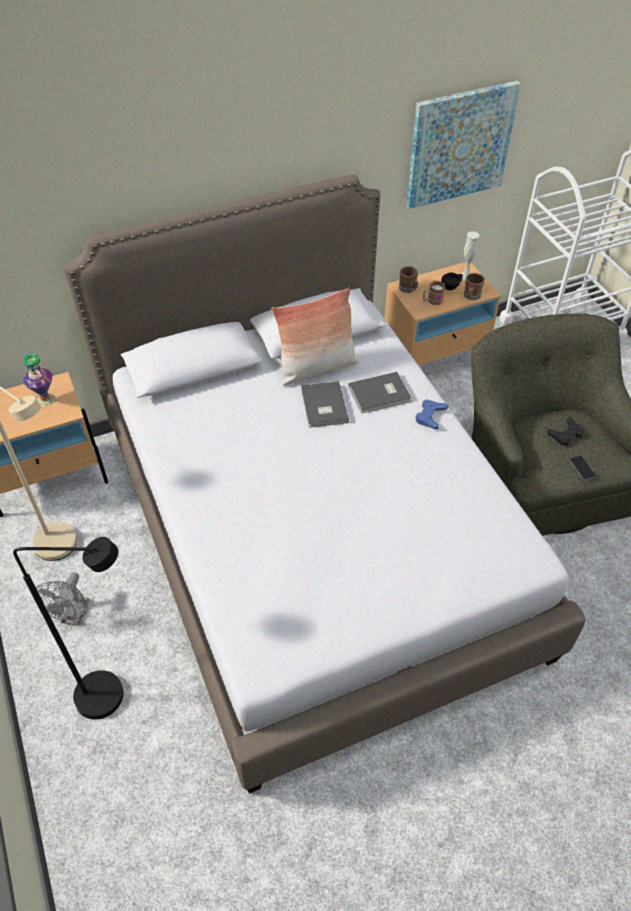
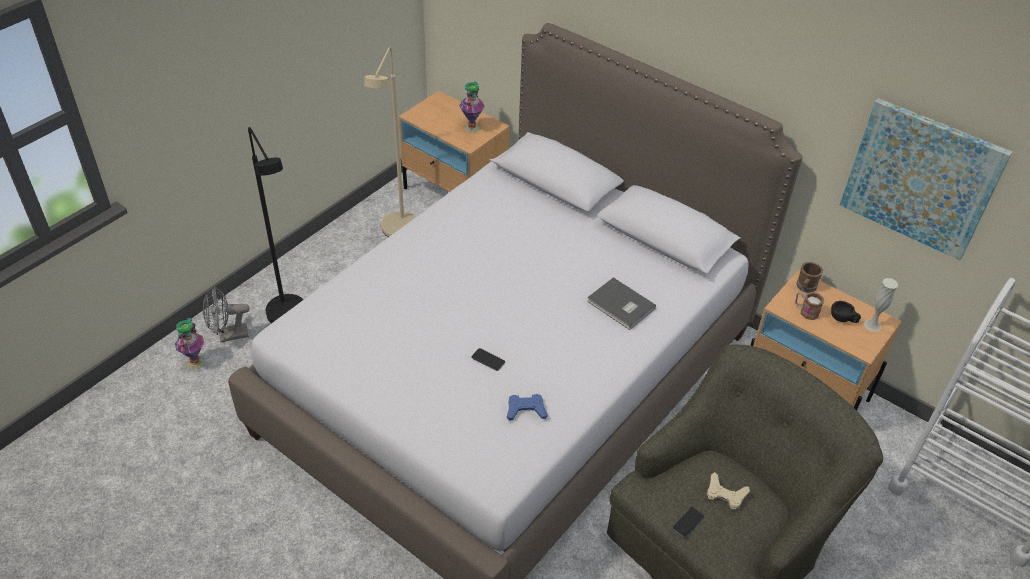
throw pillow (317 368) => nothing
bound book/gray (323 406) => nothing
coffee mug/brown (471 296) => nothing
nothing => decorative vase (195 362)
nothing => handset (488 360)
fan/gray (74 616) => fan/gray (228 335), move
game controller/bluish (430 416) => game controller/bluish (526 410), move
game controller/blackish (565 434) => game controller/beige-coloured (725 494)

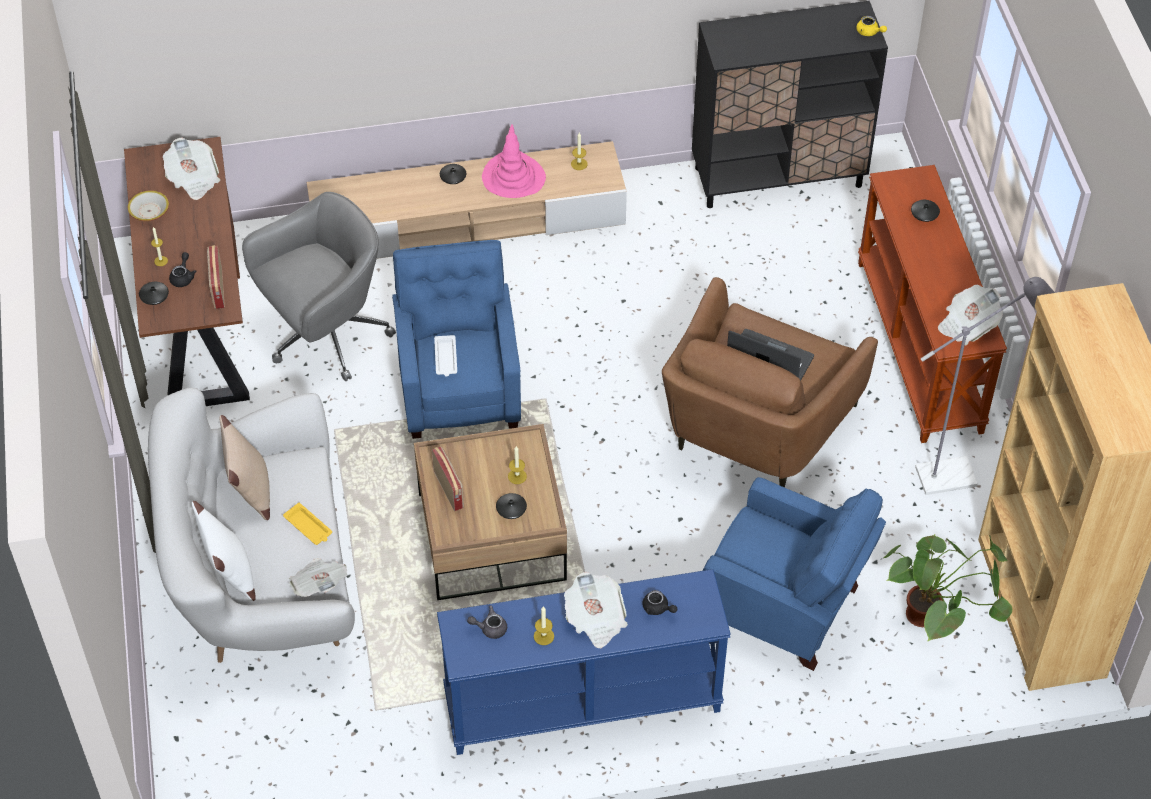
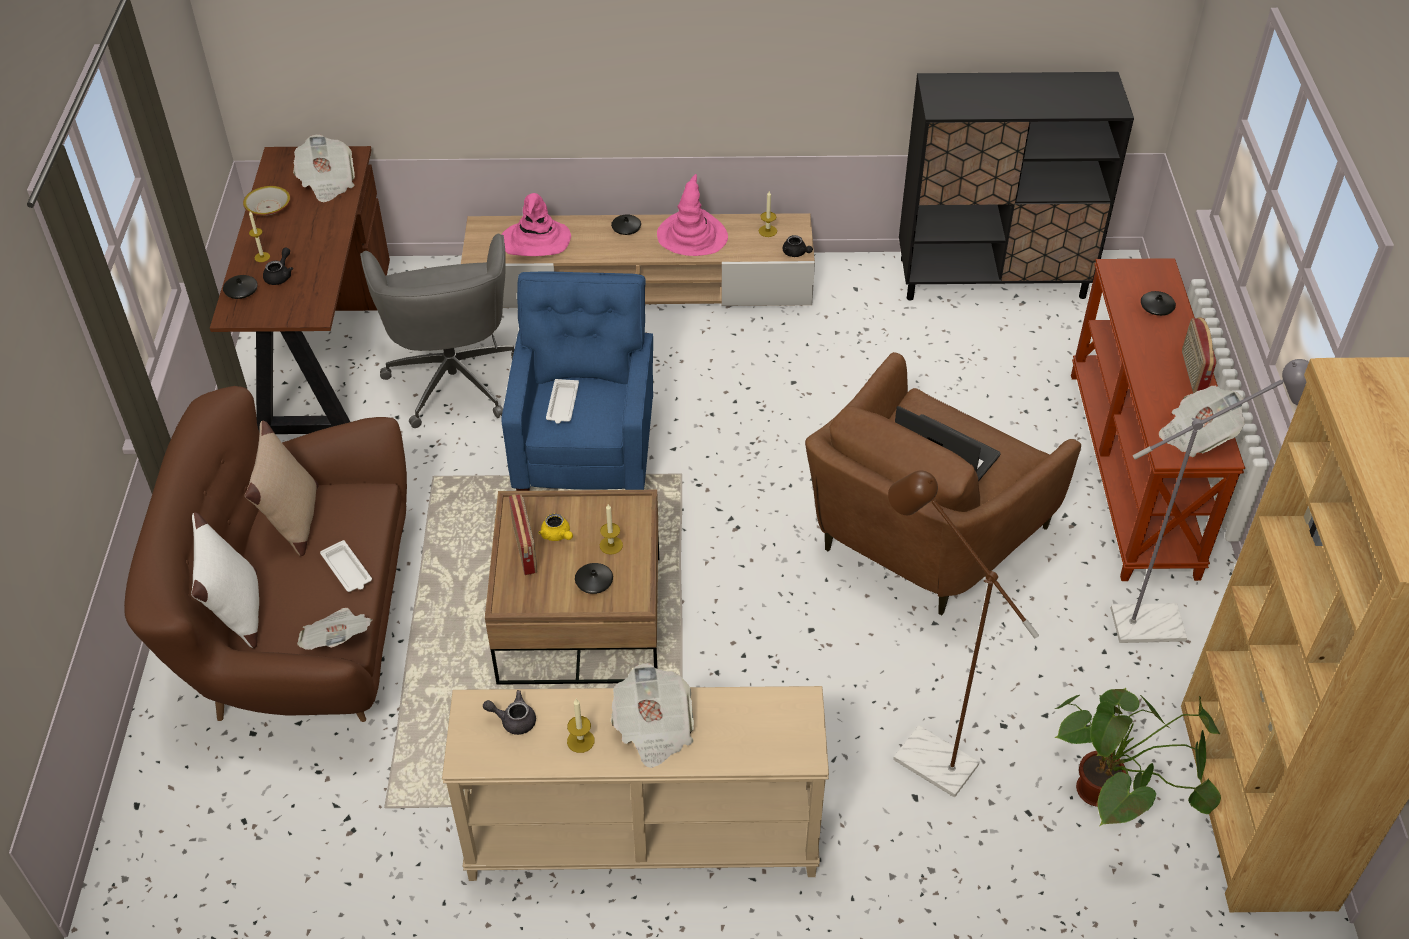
nothing => hat/pinkish (535 241)
radio set (217 289) => radio set (1192 372), move
teapot/blackish (658 608) => teapot/blackish (796 253), move
teapot/yellow (869 32) => teapot/yellow (557 535), move
lounge chair/bluish (785 607) => floor lamp/brown (922 754)
settee/white-coloured (262 577) => settee/brown (301 628)
tray/yellow (308 527) => tray/white-coloured (347 570)
console table/bluish (582 704) => console table/beige-coloured (642 839)
office chair/gray (325 335) => office chair/gray (453 378), 105 degrees clockwise

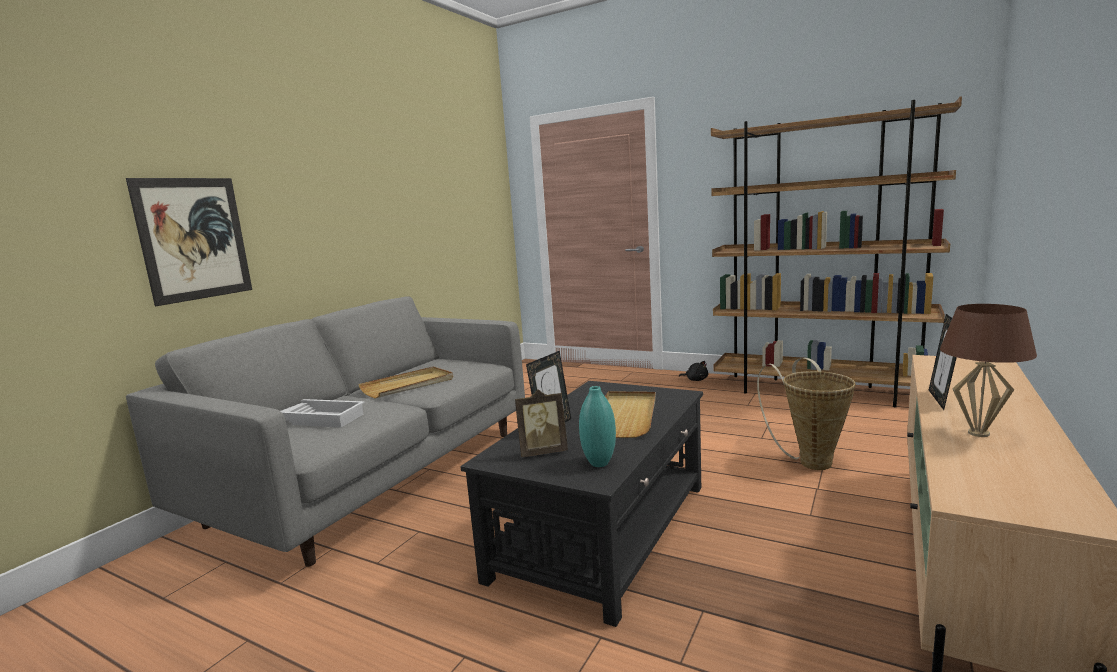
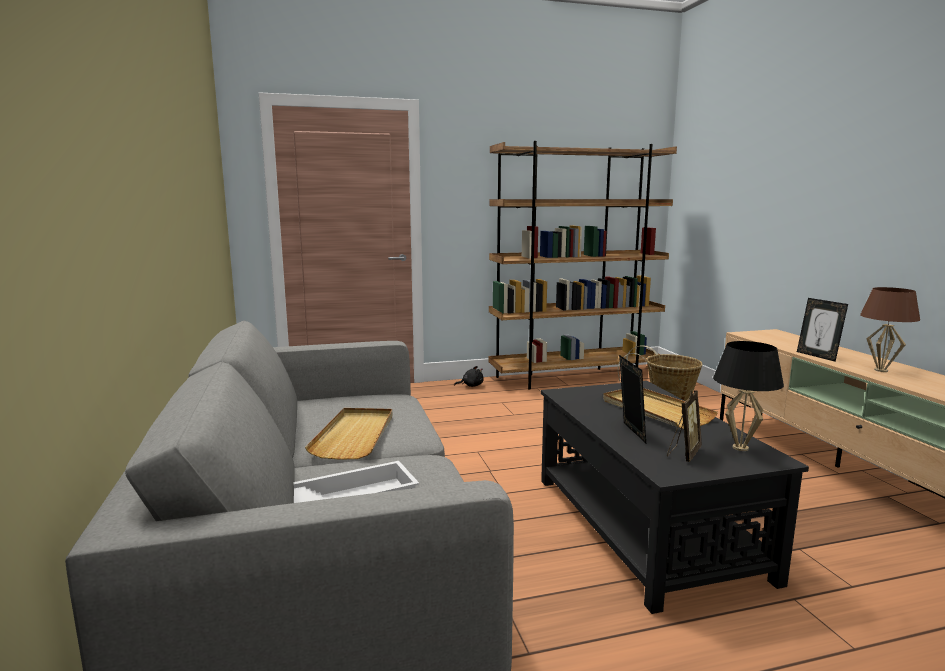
wall picture (194 239) => nothing
decorative vase/blue-green (599 463) => table lamp/blackish (740 448)

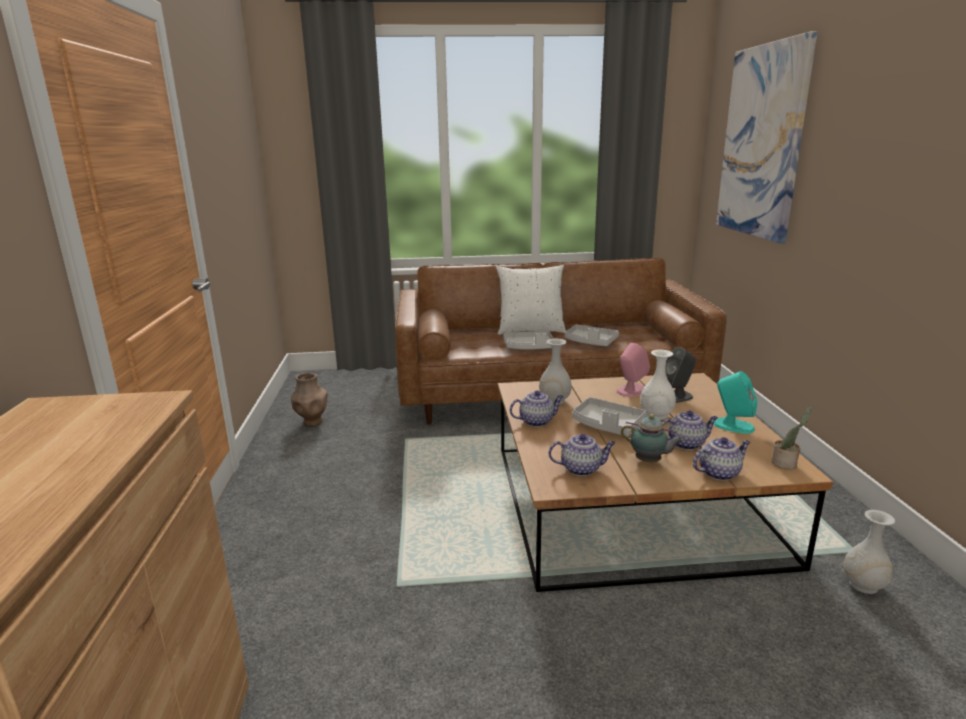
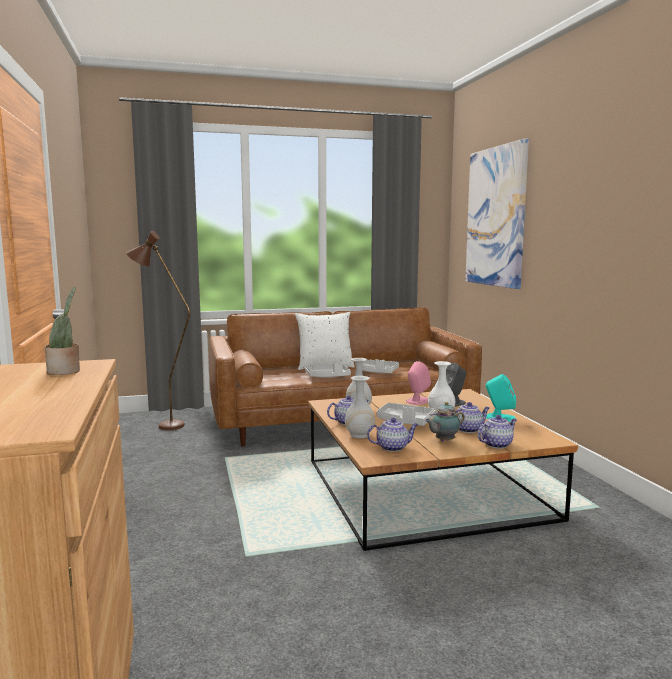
decorative vase/brown (312 422) => nothing
nothing => floor lamp/brown (163 425)
plant in a pot (786 464) => plant in a pot (65 371), move
decorative vase/white-coloured (863 585) => decorative vase/white-coloured (359 435), move
teapot (649 461) => teapot (443 441), 135 degrees clockwise

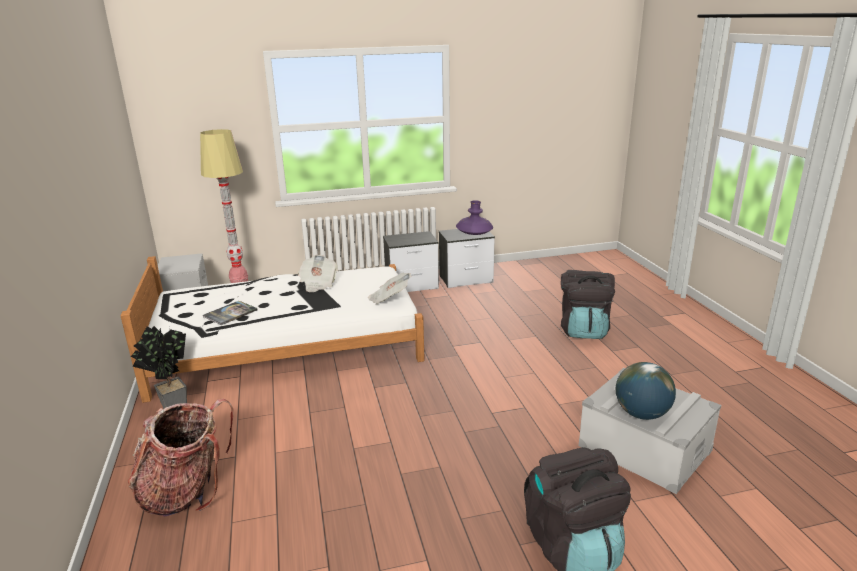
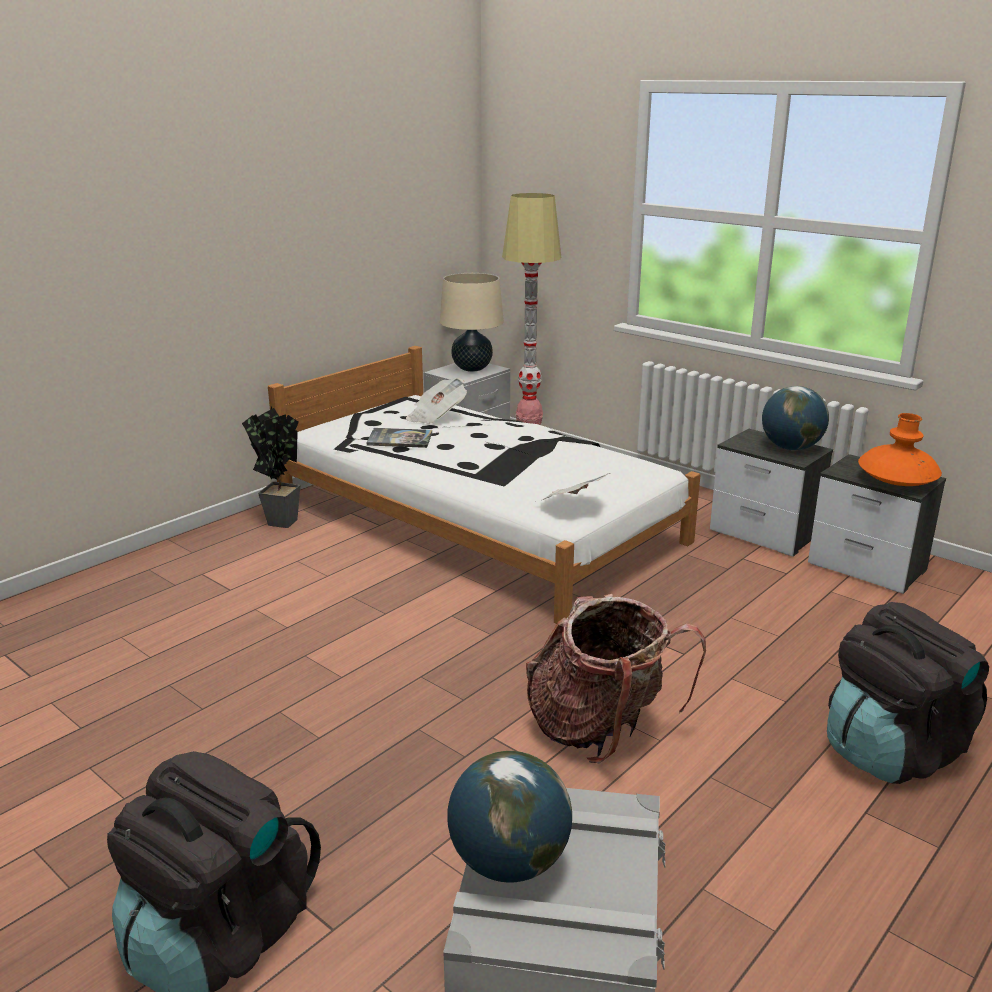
nothing => table lamp/beige-coloured (472 368)
nothing => desk globe (791 448)
rucksack (187 491) => rucksack (601 729), move
daily paper (318 284) => daily paper (436 417), move
decorative vase/purple-coloured (474 233) => decorative vase/orange-coloured (896 480)

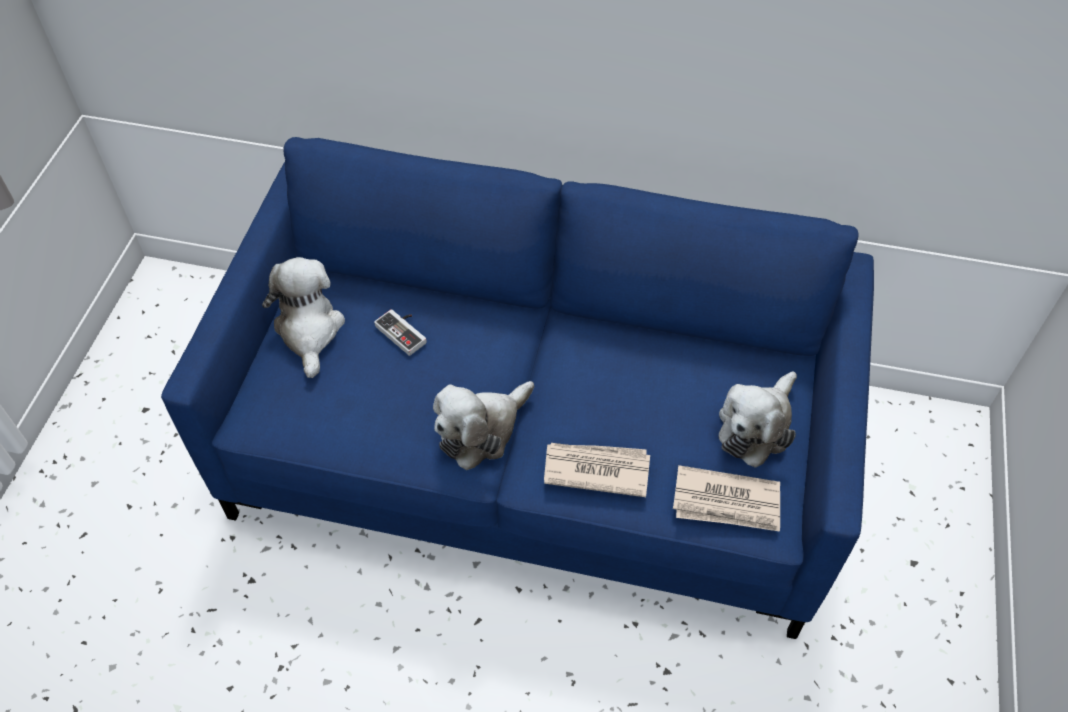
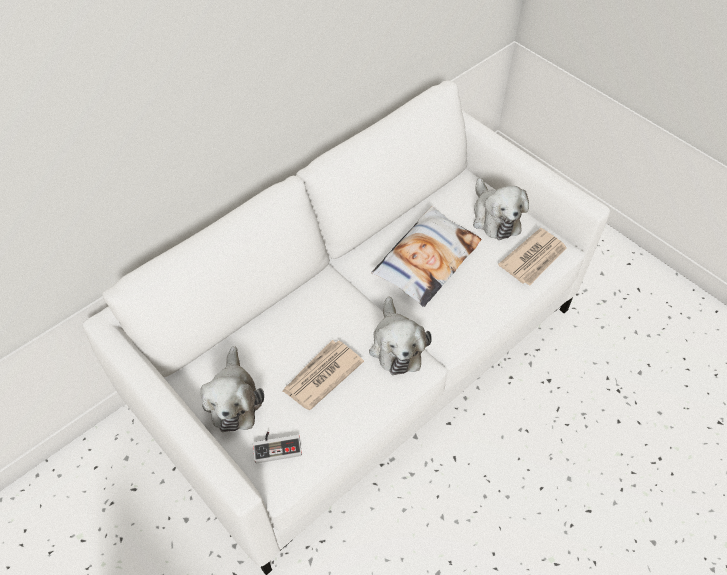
nothing => throw pillow (426 260)
game controller (405 331) => game controller (277 446), move
daily paper (595 469) => daily paper (321 376), move
settee/bluish (534 453) => settee/white-coloured (363 359)
plush toy (309 330) => plush toy (233 399), 120 degrees counterclockwise

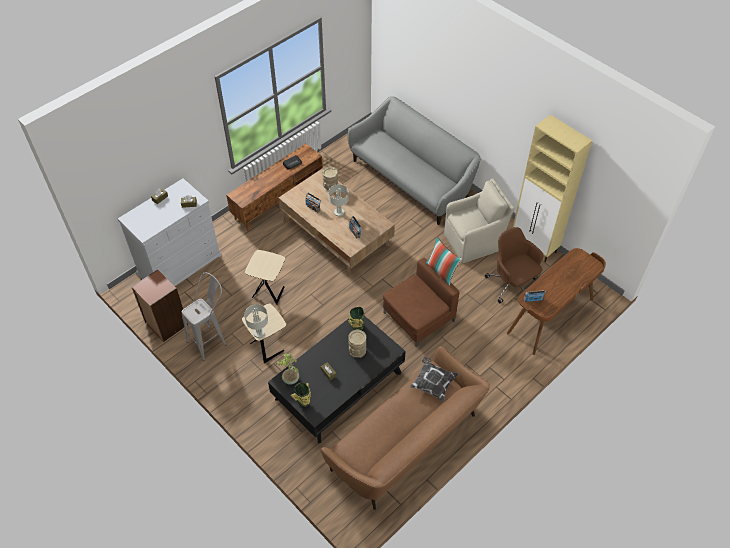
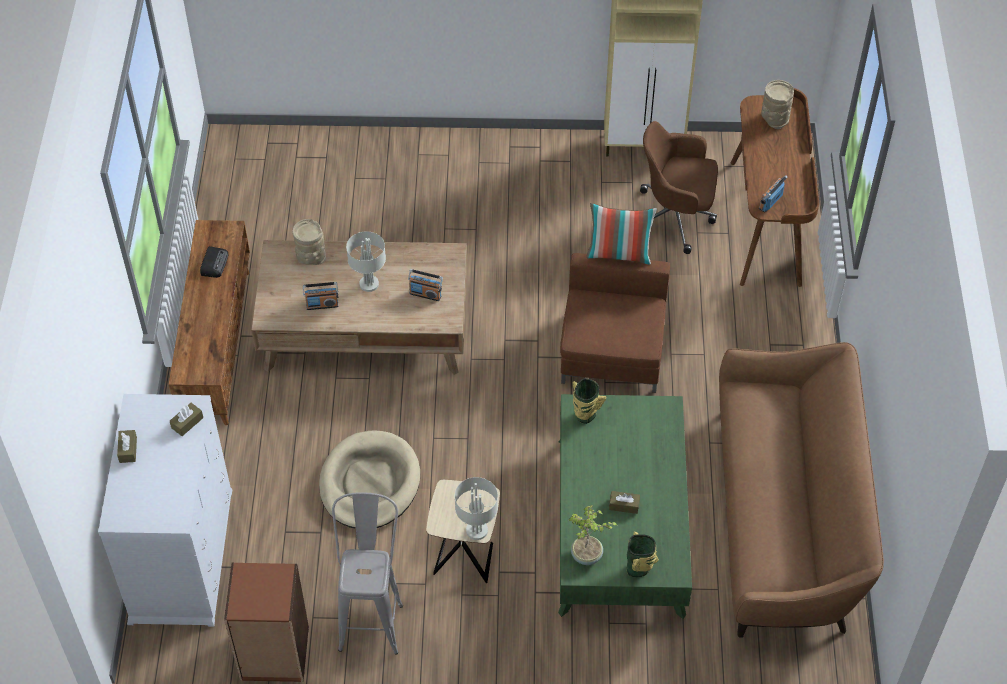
settee/gray (412 179) => nothing
throw pillow (433 383) => nothing
lounge chair/beige-coloured (474 242) => nothing
decorative vase/beige-coloured (357 350) => decorative vase/beige-coloured (774 118), move
accent table/beige-coloured (269 291) => dog cushion/beige-coloured (369 483)
low table/blackish (338 386) => low table/green-coloured (620 526)

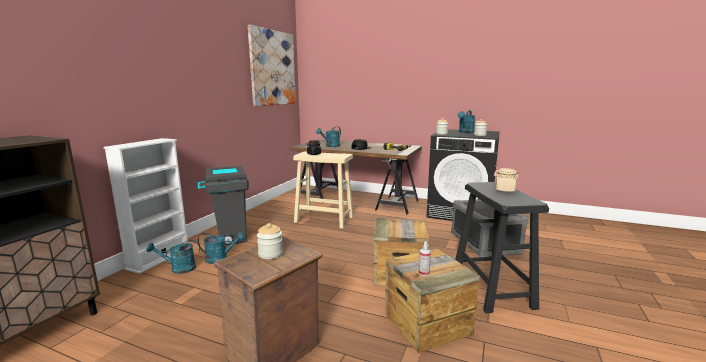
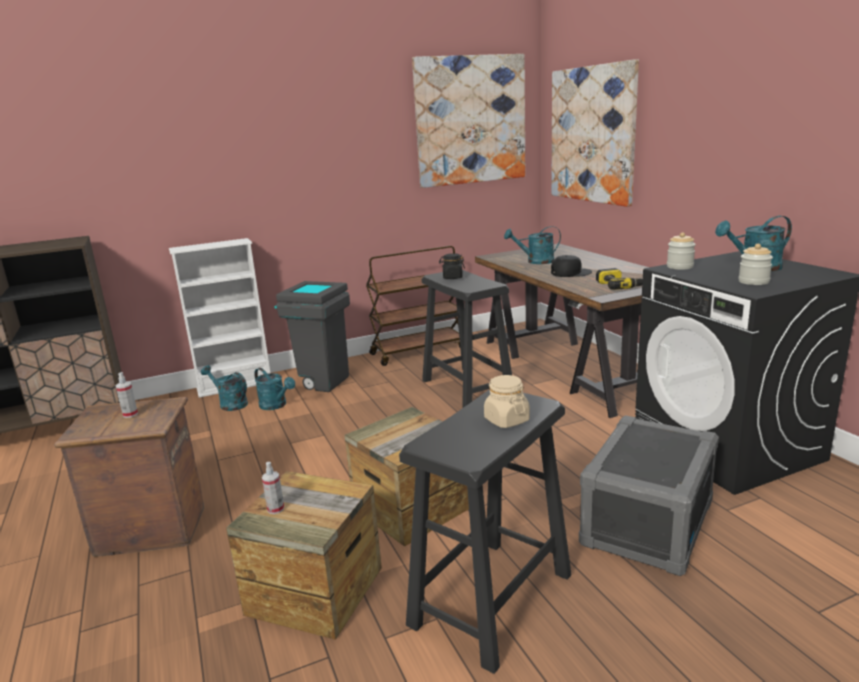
nothing => wheeled cart/brown (419 351)
nothing => wall picture (592 135)
jar (270 254) => spray bottle (130 414)
stool/beige-coloured (324 219) => stool/blackish (466 387)

